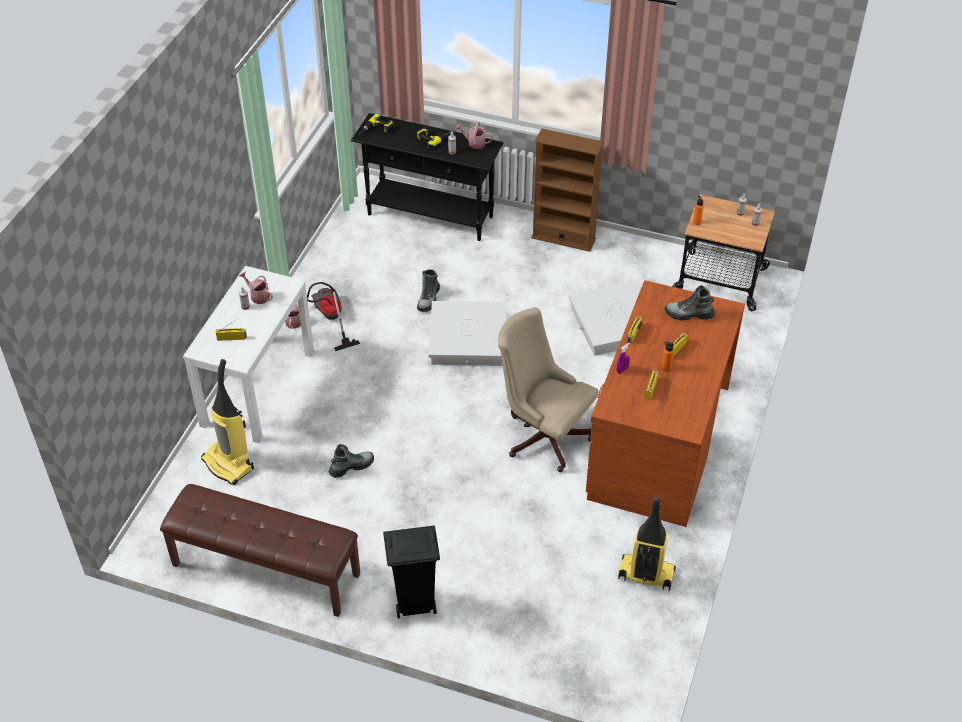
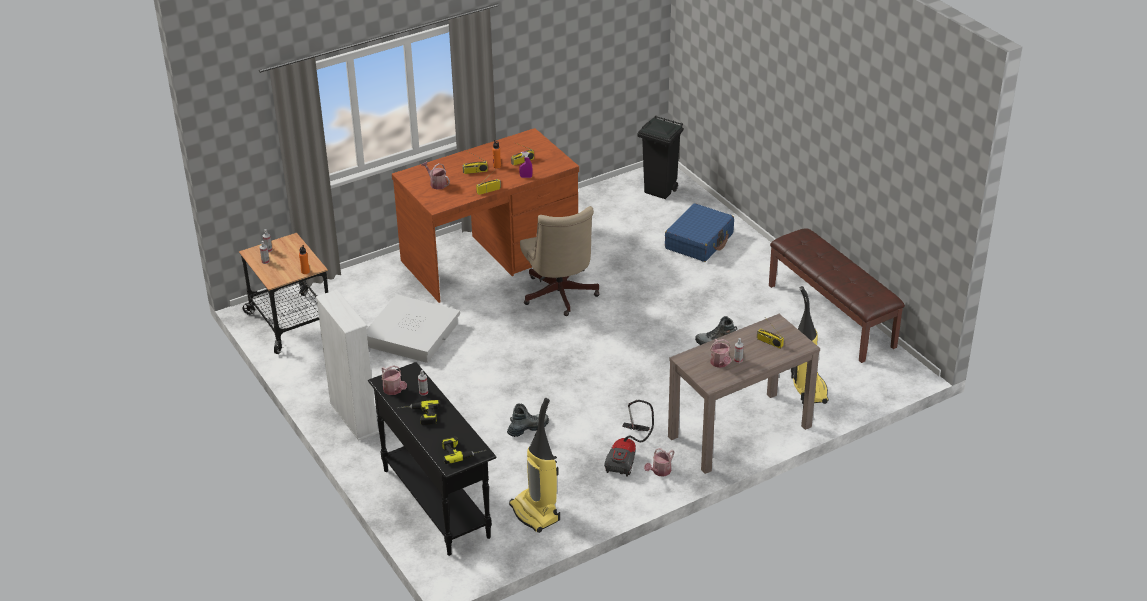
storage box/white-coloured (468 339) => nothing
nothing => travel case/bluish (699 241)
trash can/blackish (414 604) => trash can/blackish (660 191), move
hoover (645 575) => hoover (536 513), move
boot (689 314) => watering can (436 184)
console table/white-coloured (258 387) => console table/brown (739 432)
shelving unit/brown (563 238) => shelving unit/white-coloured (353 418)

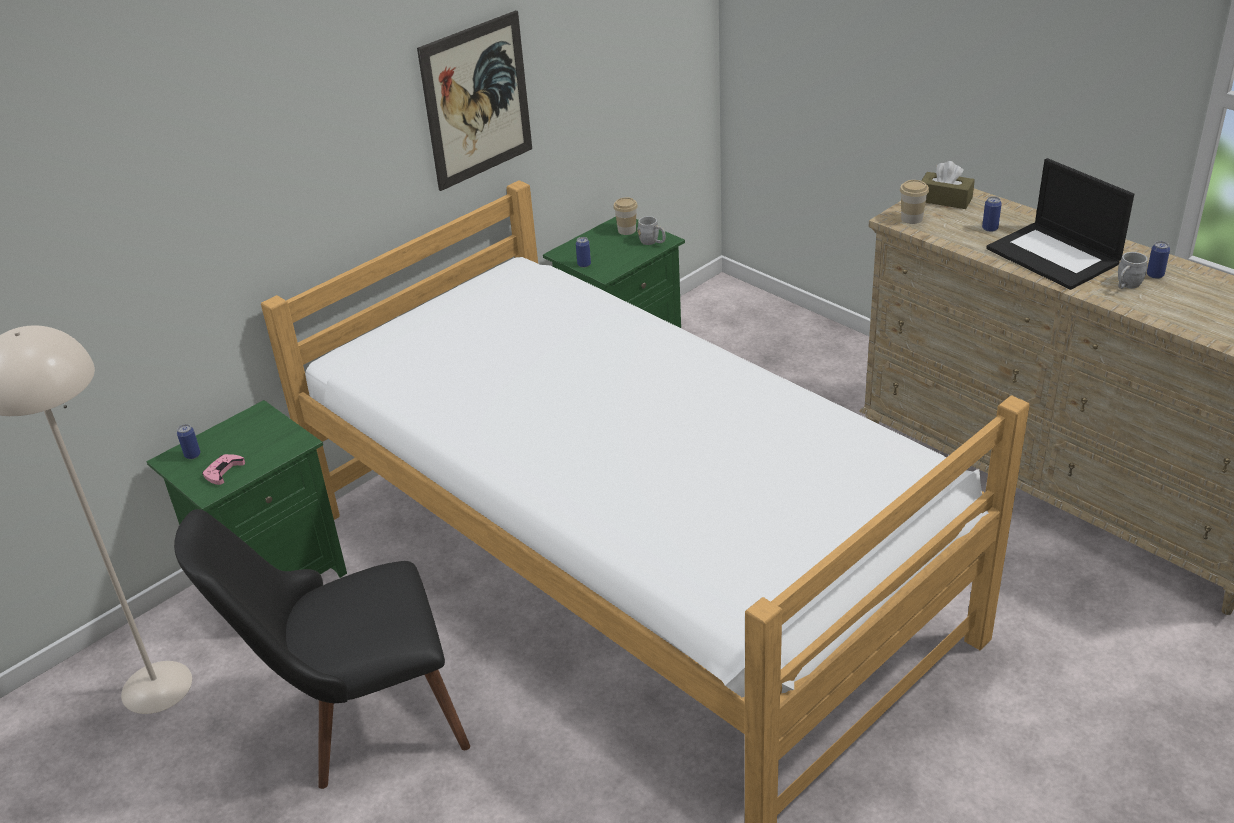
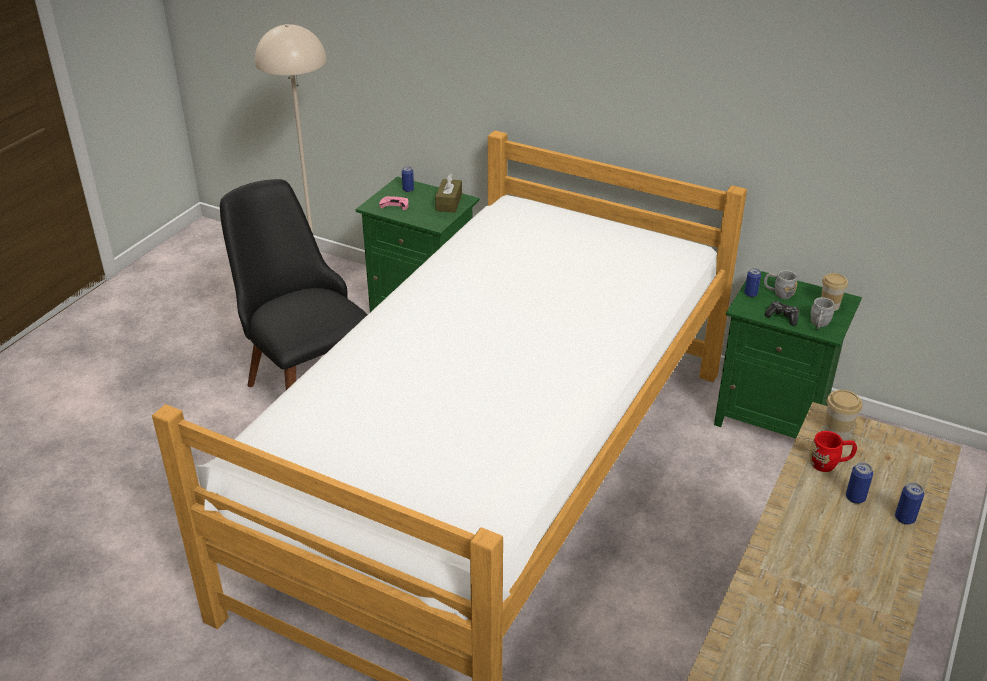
wall picture (477 101) => nothing
notebook computer (1055 256) => nothing
nothing => game controller (782 317)
nothing => coffee mug/reddish (829 464)
box of tissues/brown (945 199) => box of tissues/brown (449 202), move
coffee mug/gray (1126 285) => coffee mug/gray (778 293), move
metal can (1155 275) => metal can (904 518), move

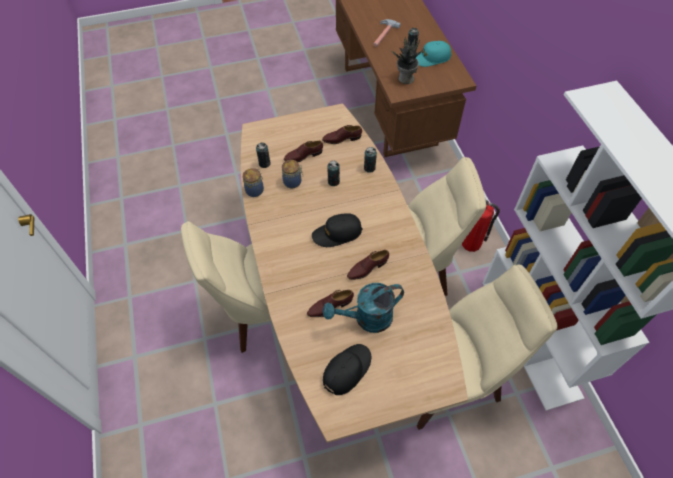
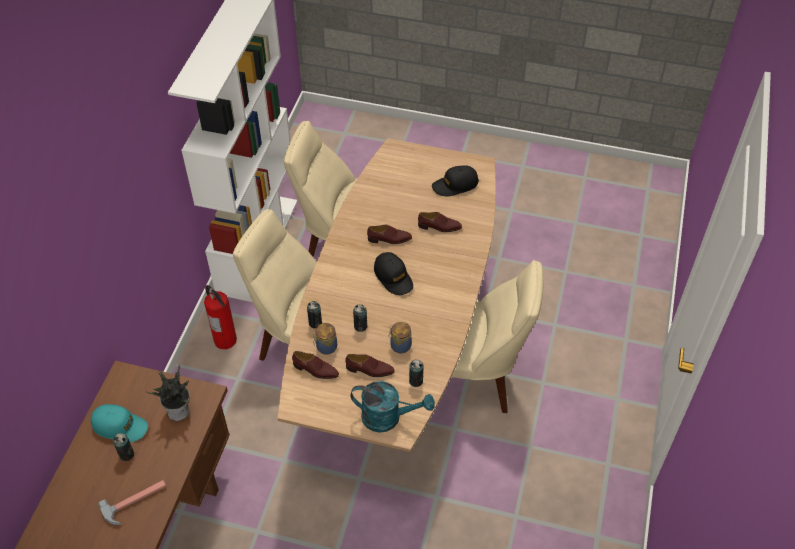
jar (255 190) => jar (325 347), move
watering can/blue-green (367 319) => watering can/blue-green (388 417), move
baseball cap/blackish (337 233) => baseball cap/blackish (393 277), 45 degrees clockwise

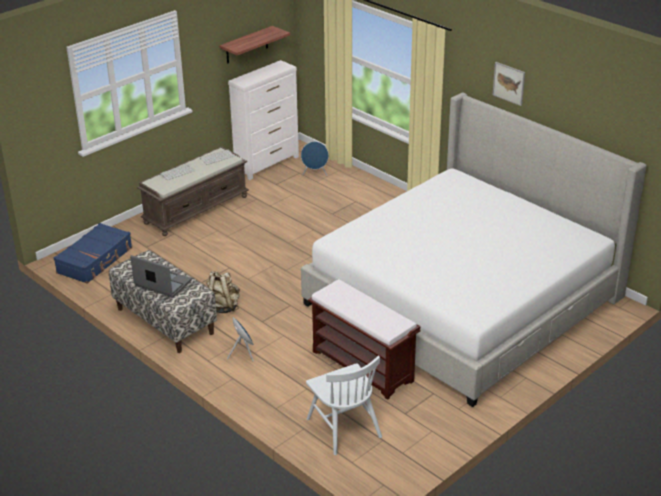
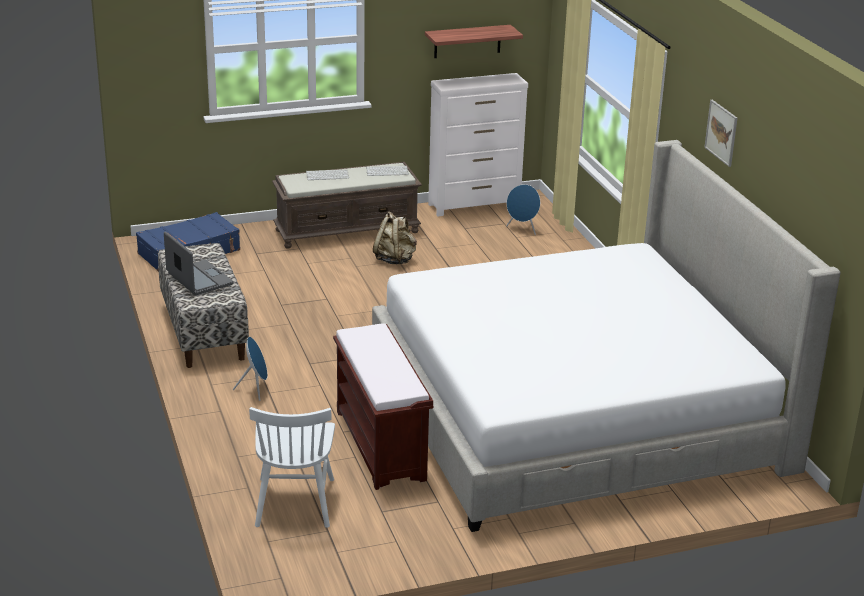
rucksack/beige-coloured (222 307) => rucksack/beige-coloured (395 259), move

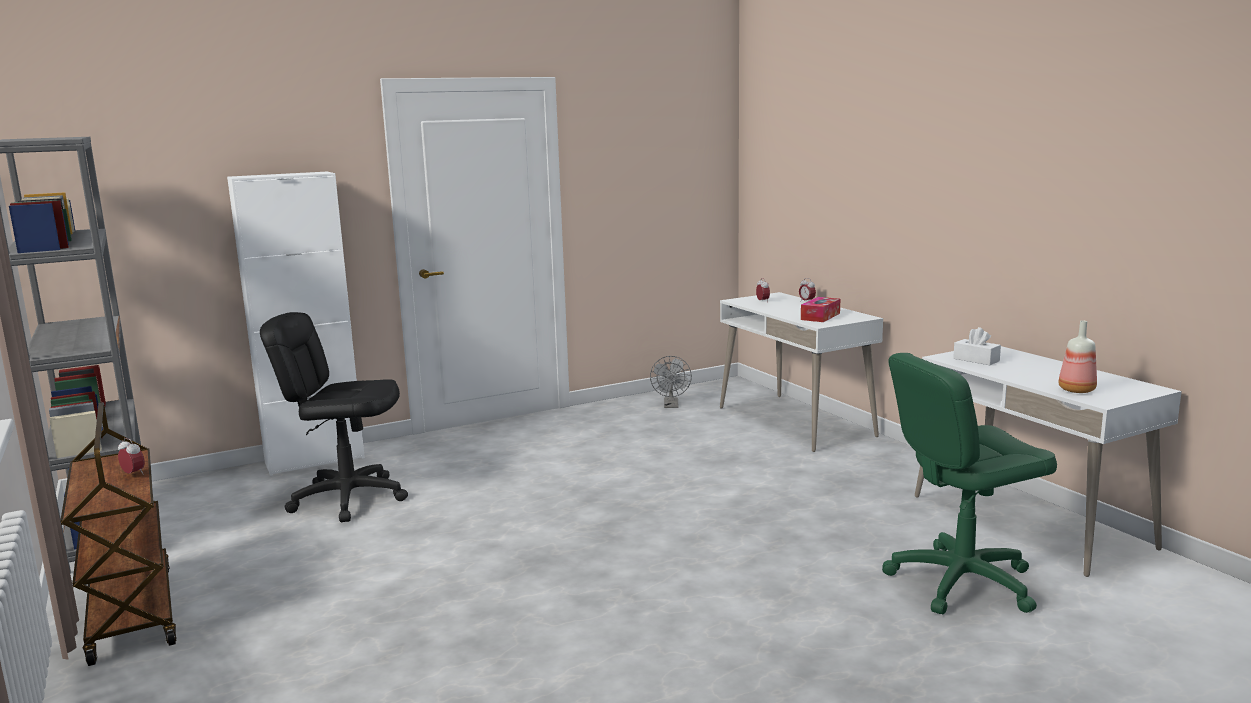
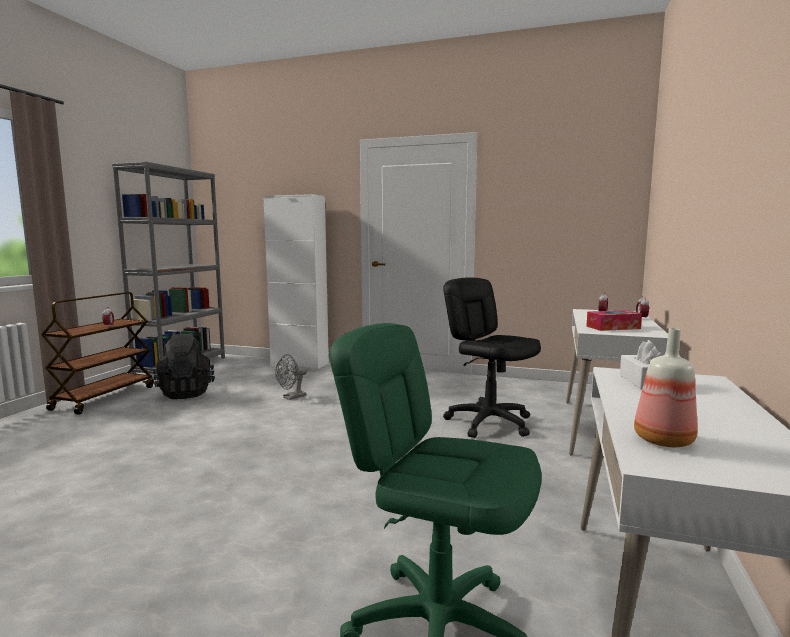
nothing => rucksack/blackish (186 393)
office chair/blackish (348 498) => office chair/blackish (489 422), move
fan/gray (671 406) => fan/gray (291 397), move

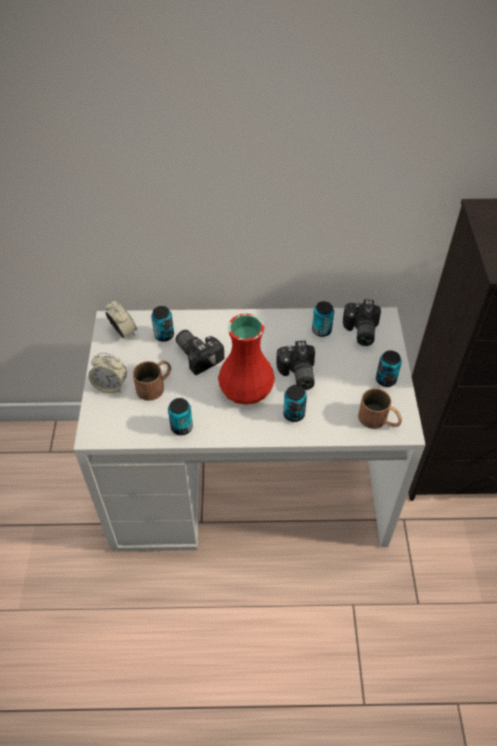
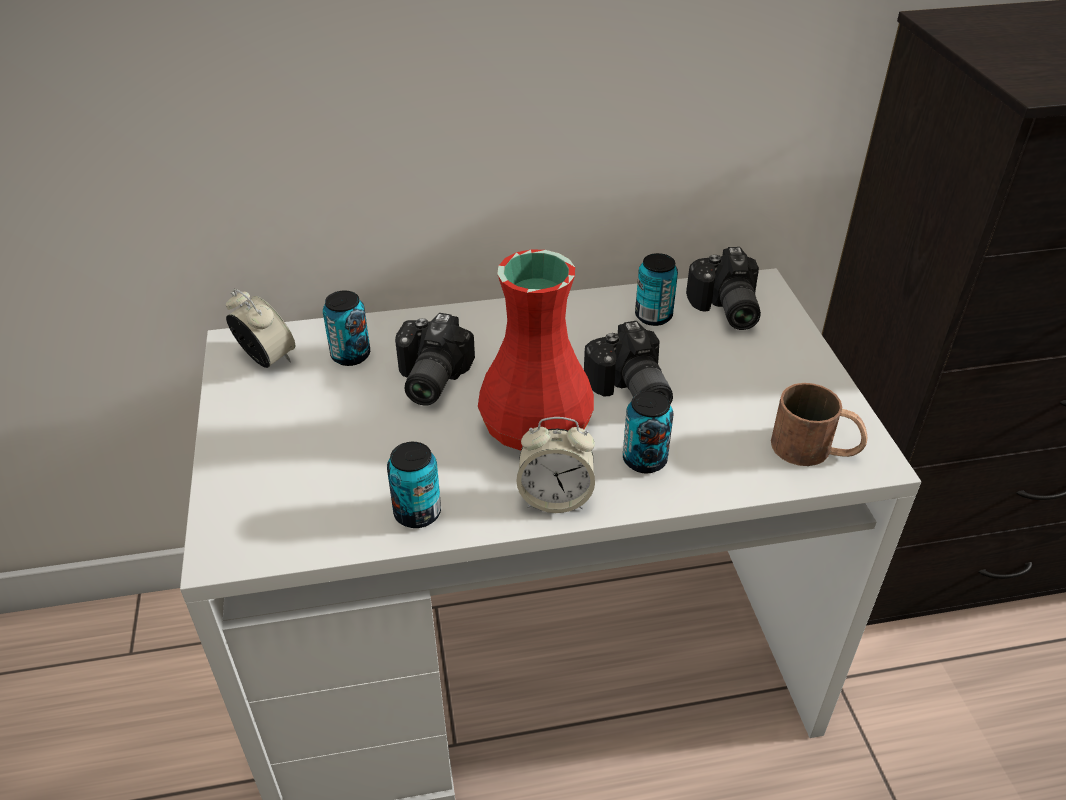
coffee mug/brown (155 385) => nothing
metal can (385 380) => nothing
bedside clock (110 385) => bedside clock (555 498), move
still camera (199 354) => still camera (427 379), 120 degrees counterclockwise

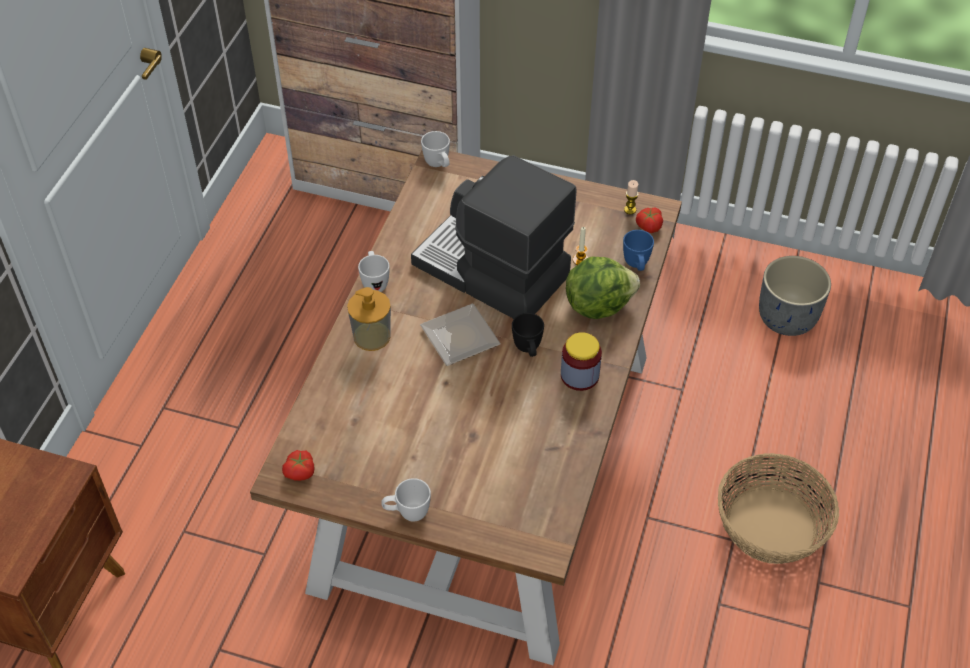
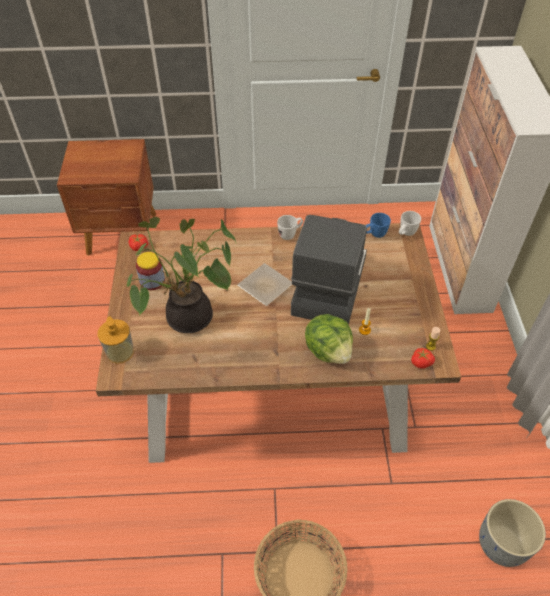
coffee mug/white-coloured (407 513) => nothing
coffee mug/blackish (528 350) => nothing
nothing => plant in a pot (188 321)
soap bottle (372 336) => soap bottle (120 352), move
jar (579 375) => jar (152 281), move
coffee mug/bluish (637 266) => coffee mug/bluish (374 235), move

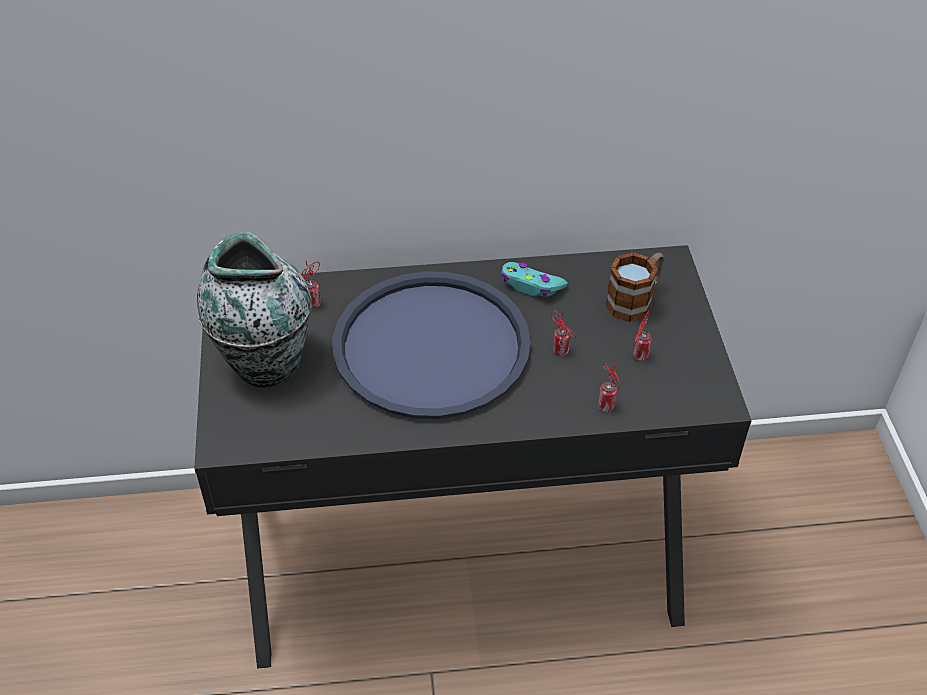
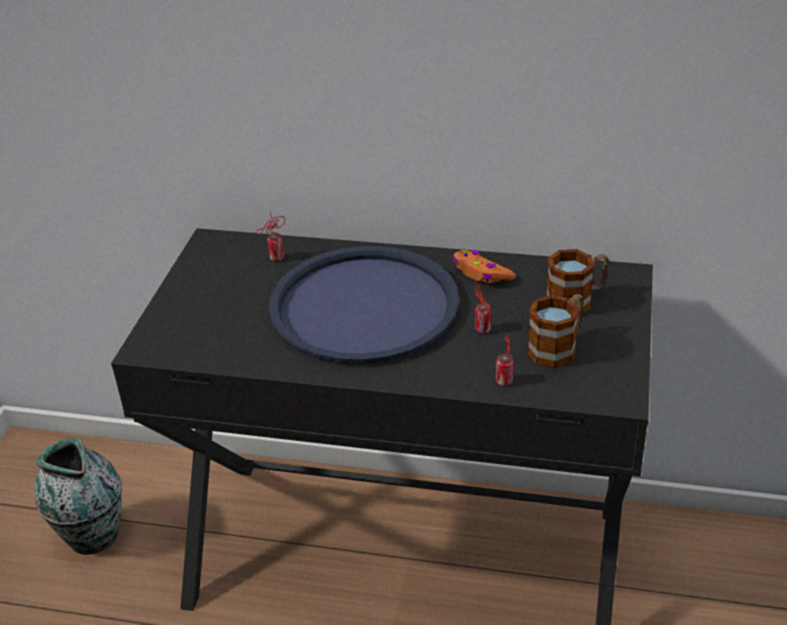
decorative vase (264 362) => decorative vase (92 535), move
metal can (639 357) => coffee mug (558 347)
game controller/blue-green (531 285) => game controller/orange-coloured (481 274)

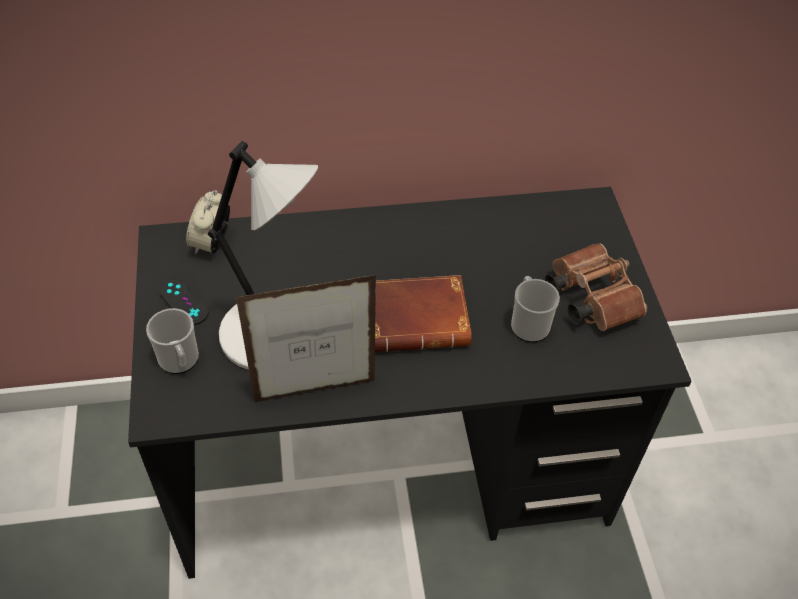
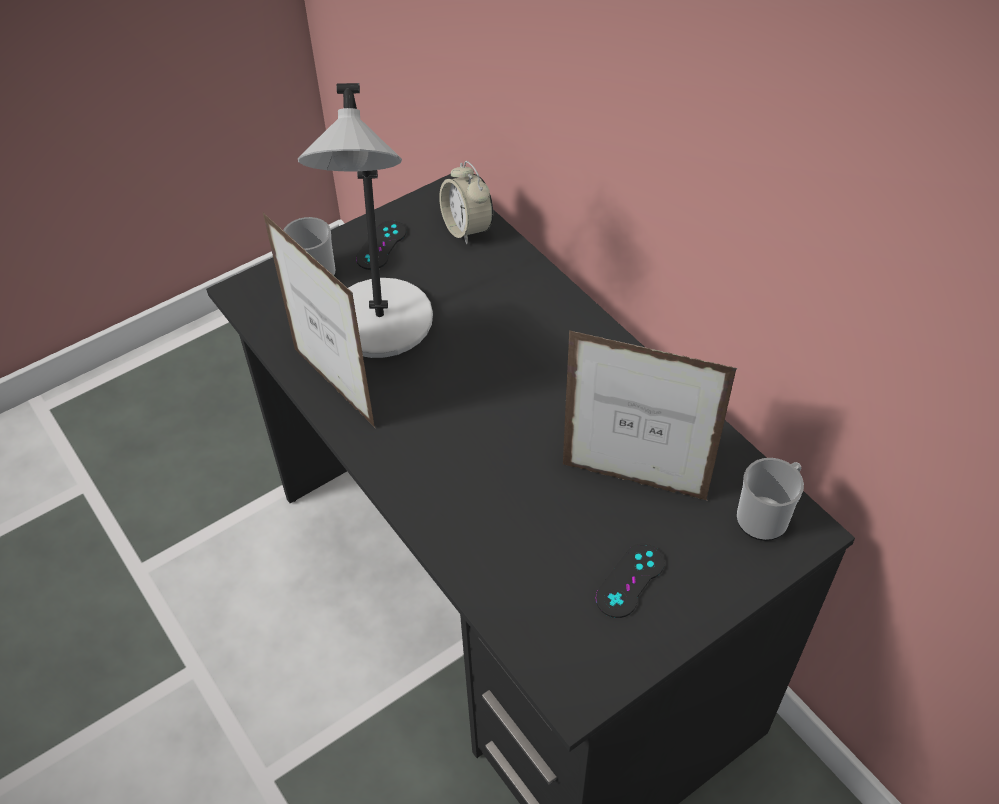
bound book/brown (418 318) => nothing
nothing => photo frame (634 482)
coffee mug (528 323) => coffee mug (766 516), move
field glasses/brown (588 297) => game controller/blackish (630 580)
bedside clock (212 243) => bedside clock (467 229), 105 degrees counterclockwise

